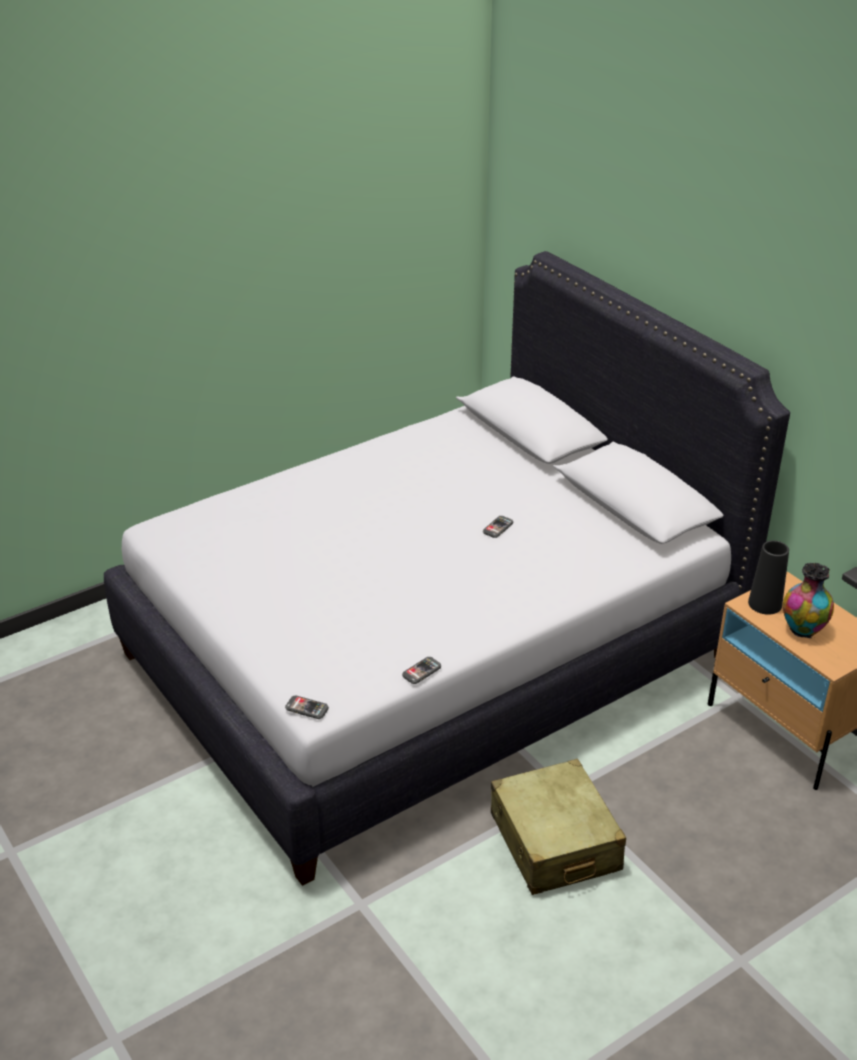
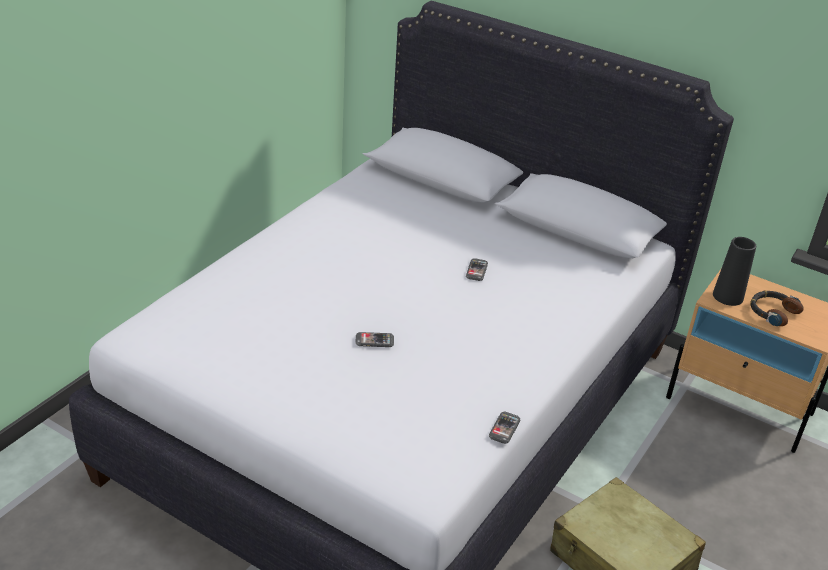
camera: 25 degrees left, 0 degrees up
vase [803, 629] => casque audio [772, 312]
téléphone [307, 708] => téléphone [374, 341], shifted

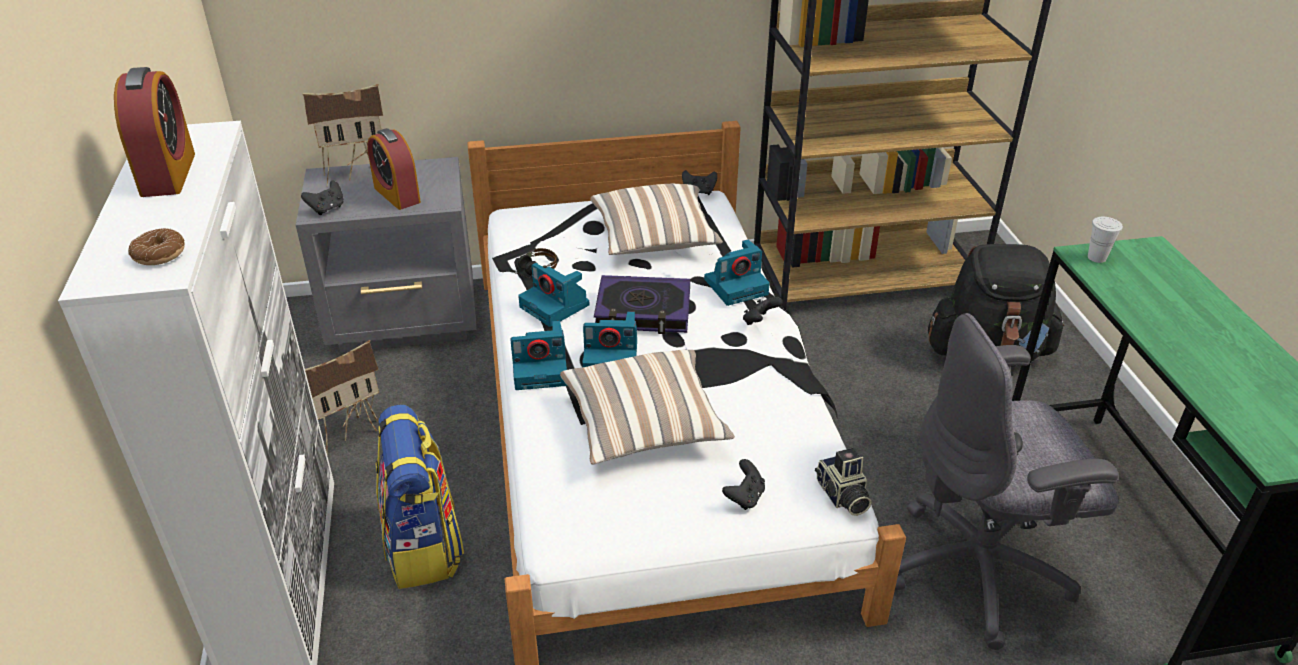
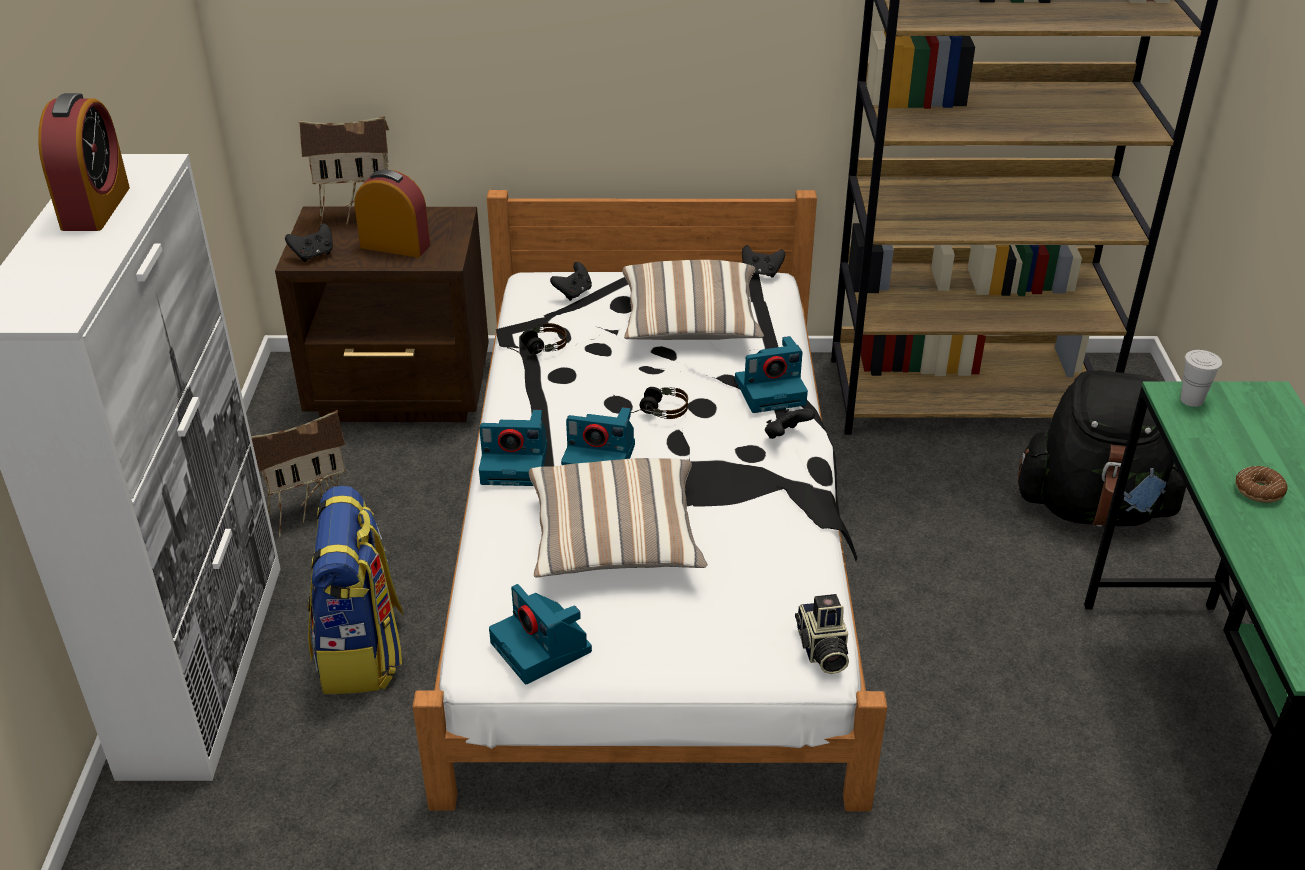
camera: 10 degrees right, 0 degrees up
réveil [397, 195] => réveil [395, 246], 135 degrees clockwise
table de chevet (gris) [406, 320] => table de chevet (marron) [403, 393]
beignet [159, 254] => beignet [1259, 491], shifted
appareil photo [556, 306] => appareil photo [543, 648], shifted
livre [643, 311] => casque audio [651, 409]
chaise de bureau (gris) [980, 571] => nothing
manette (noir) [744, 497] => manette (noir) [573, 293], shifted

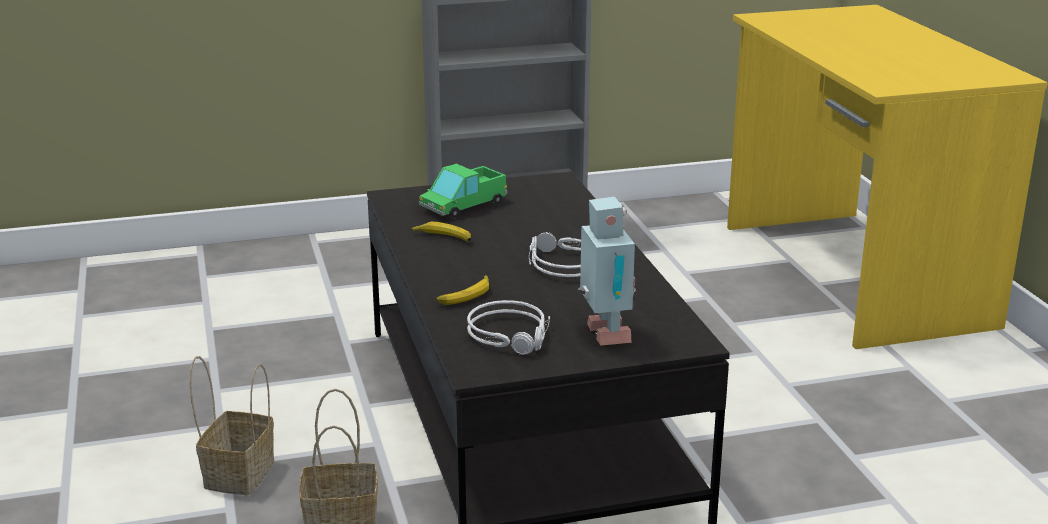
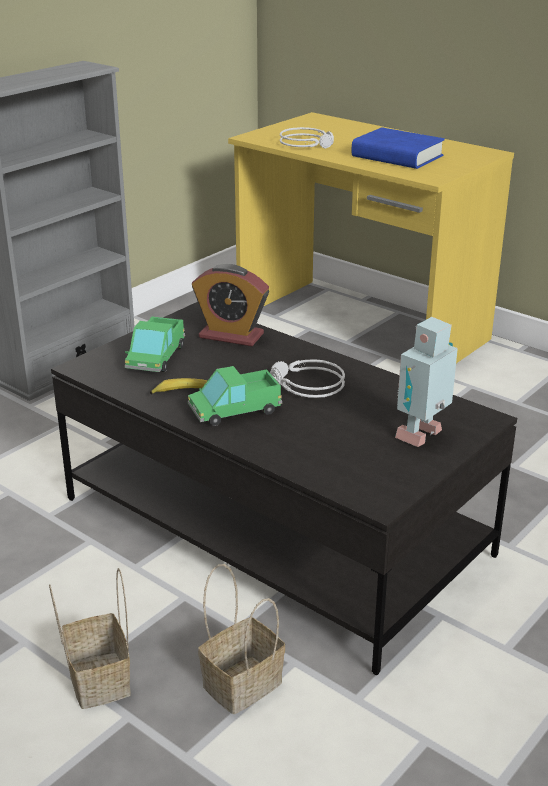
camera: 35 degrees left, 5 degrees up
robot jouet [604, 336] => robot jouet [423, 436], 90 degrees counterclockwise
banane [465, 296] => nothing
casque audio (gris) [513, 335] => casque audio (gris) [307, 144], shifted
nothing => livre (bleu) [397, 156]
nothing => réveil [231, 336]
nothing => camion jouet [235, 410]

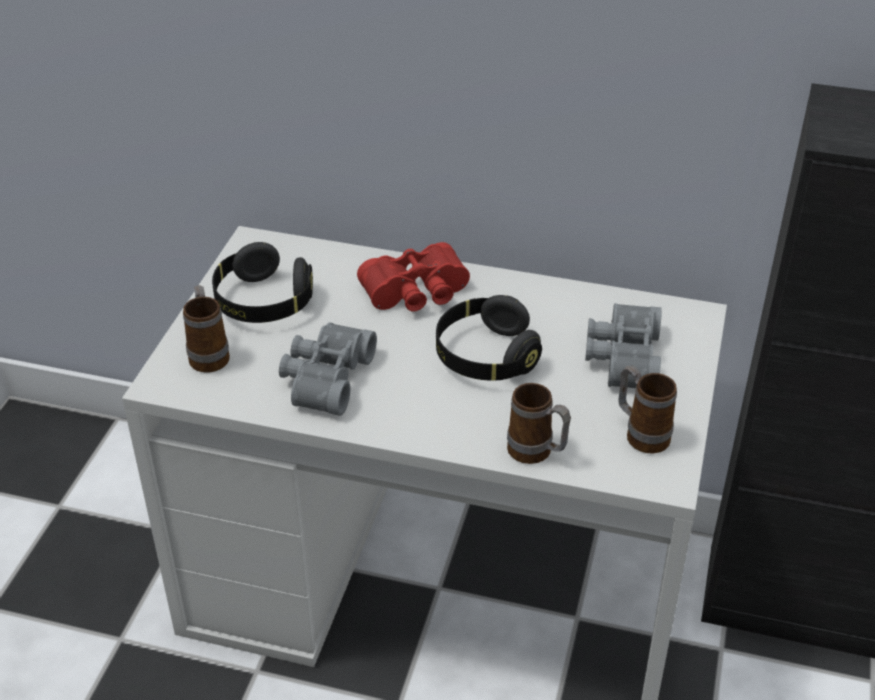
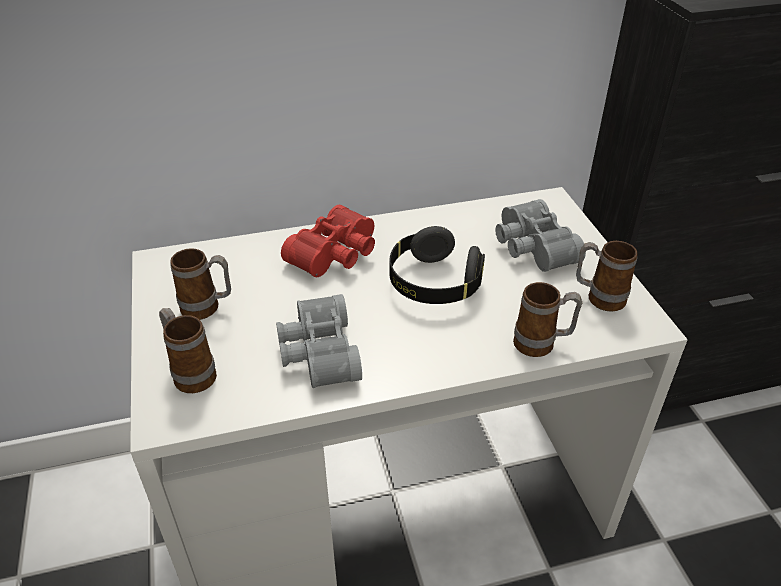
camera: 30 degrees left, 0 degrees up
casque audio (noir) [263, 303] => mug [208, 308]

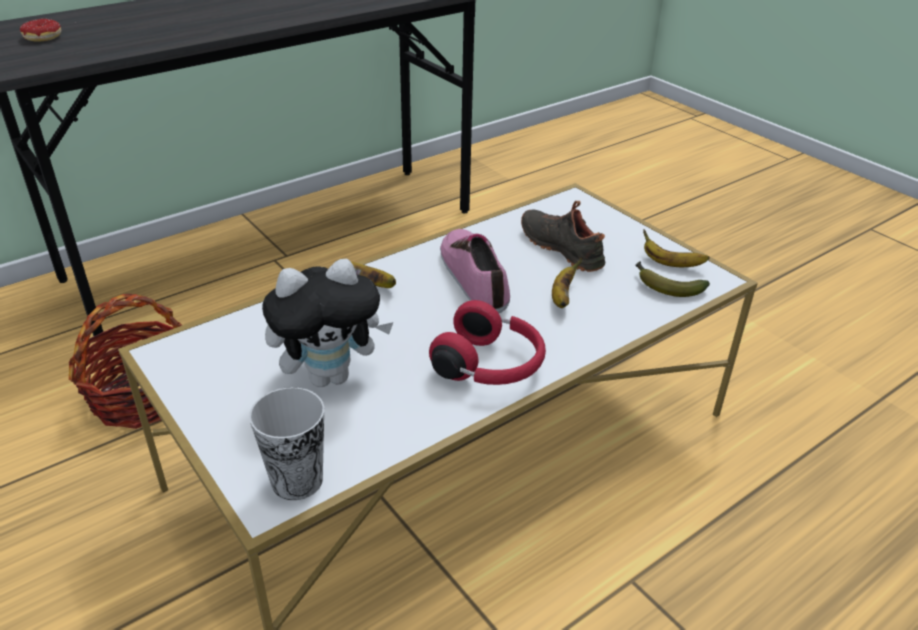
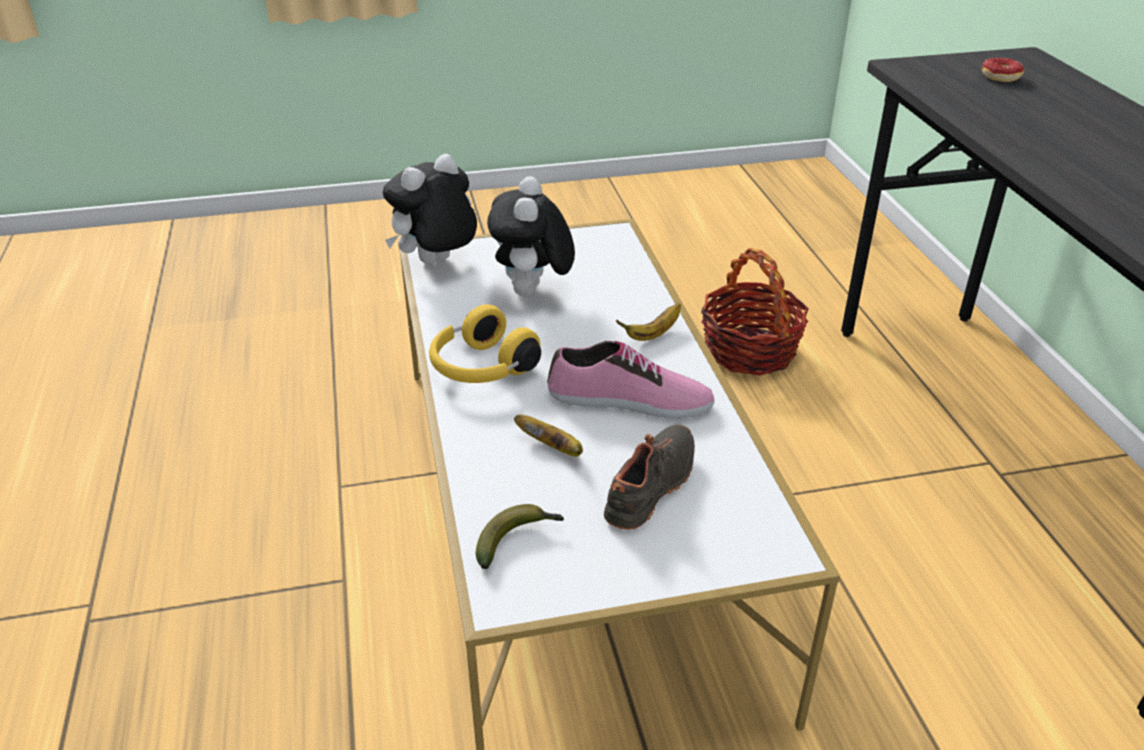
camera: 115 degrees right, 0 degrees up
chaussure (noir) [563, 248] => chaussure (noir) [653, 487], 45 degrees counterclockwise
banane [670, 264] => nothing
casque audio (rouge) [490, 366] => casque audio (jaune) [481, 368]
tasse [297, 480] => peluche [436, 263]

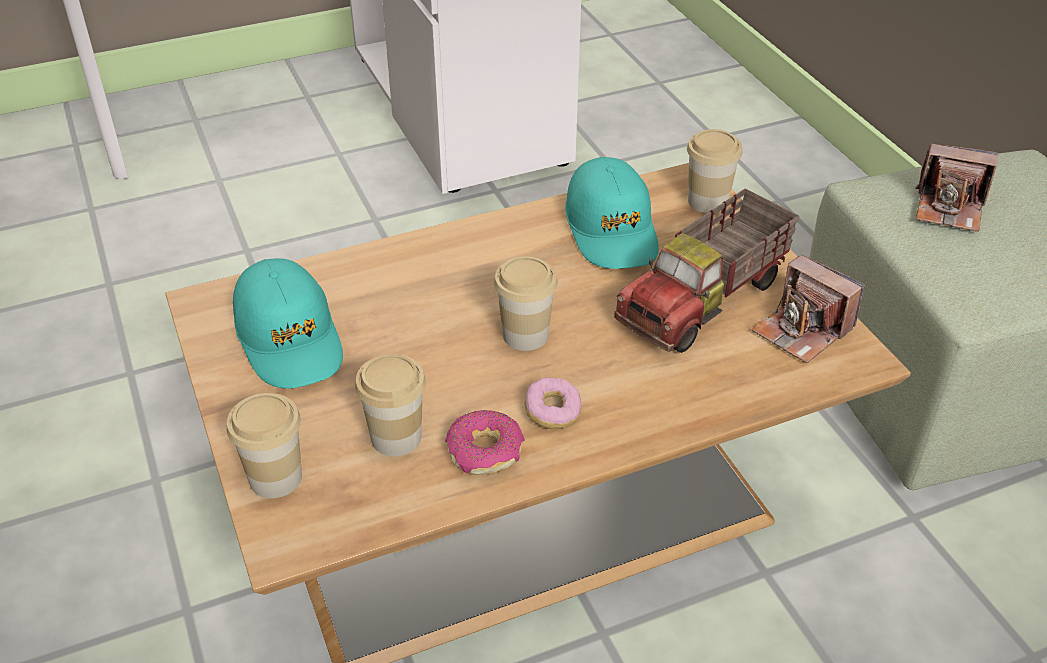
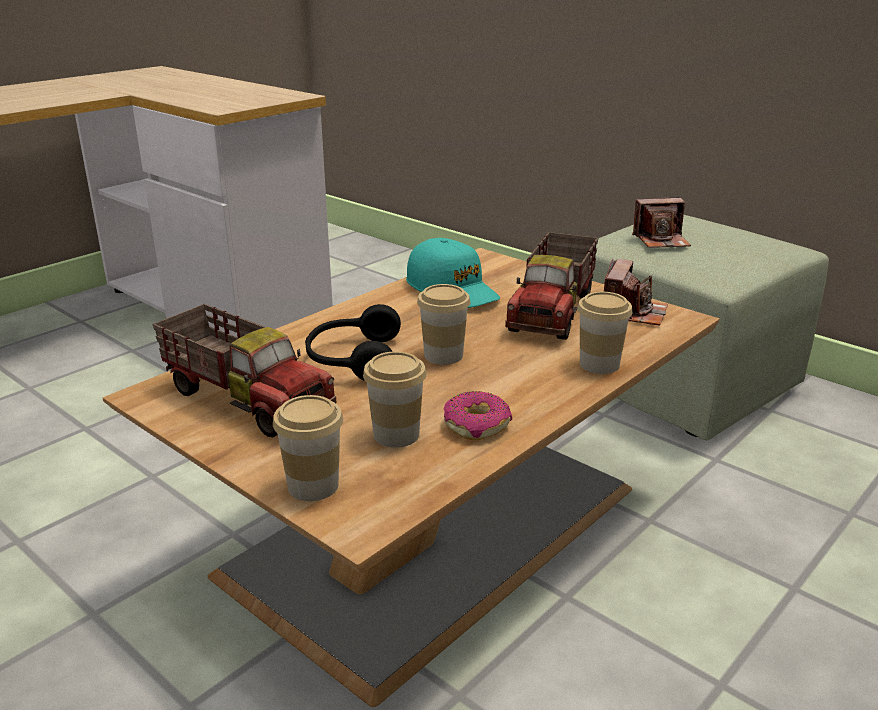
camera: 25 degrees left, 15 degrees down
tasse [707, 201] => tasse [599, 364], shifted
appareil photo [802, 330] => appareil photo [632, 313], 90 degrees counterclockwise
casquette (turquoise) [289, 338] => camion jouet [248, 399]
beignet [552, 413] => nothing
nothing => casque audio (noir) [352, 359]

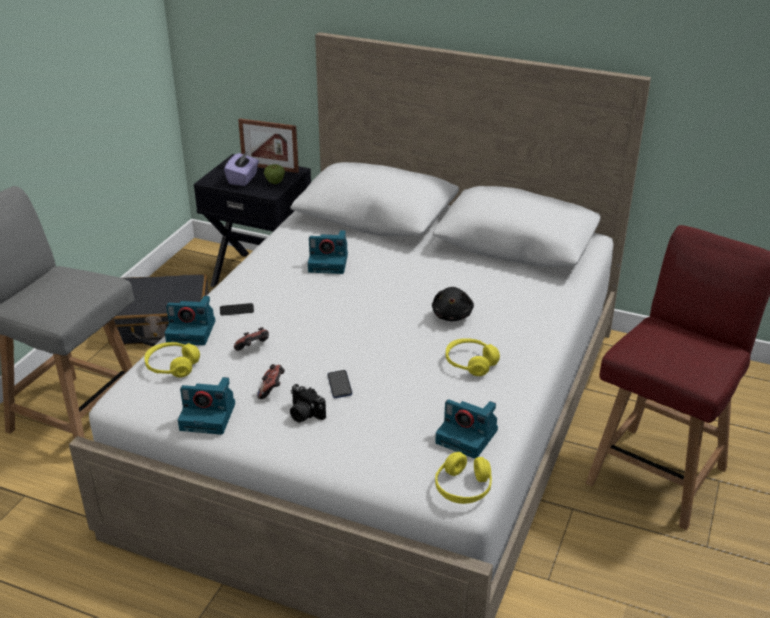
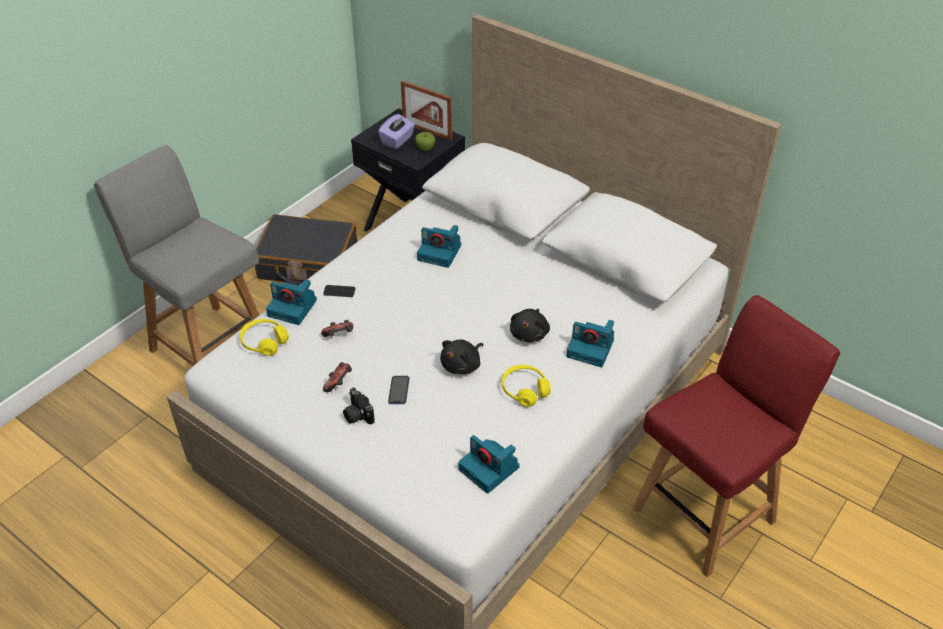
camera: 15 degrees right, 10 degrees up
appareil photo [209, 416] => appareil photo [591, 348], shifted
casque audio (jaune) [463, 487] => nothing
nothing => peluche (noir) [462, 365]

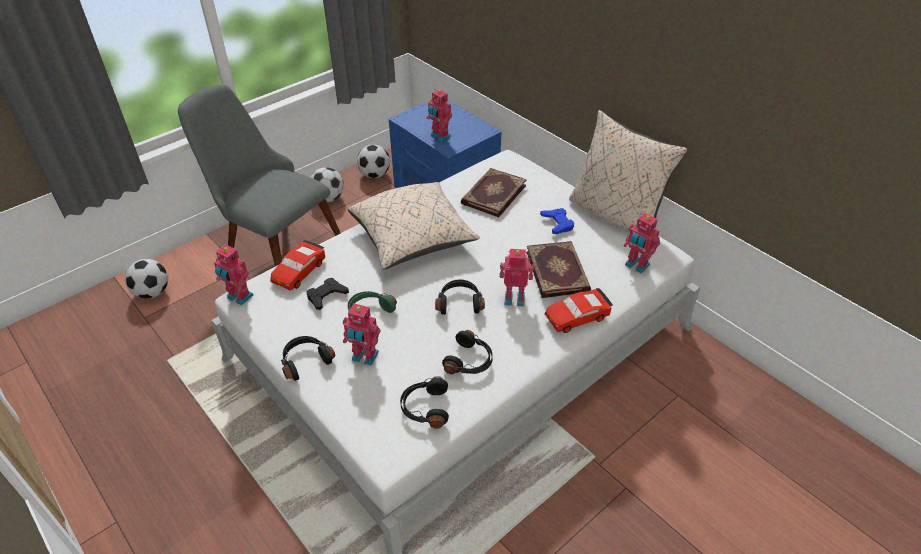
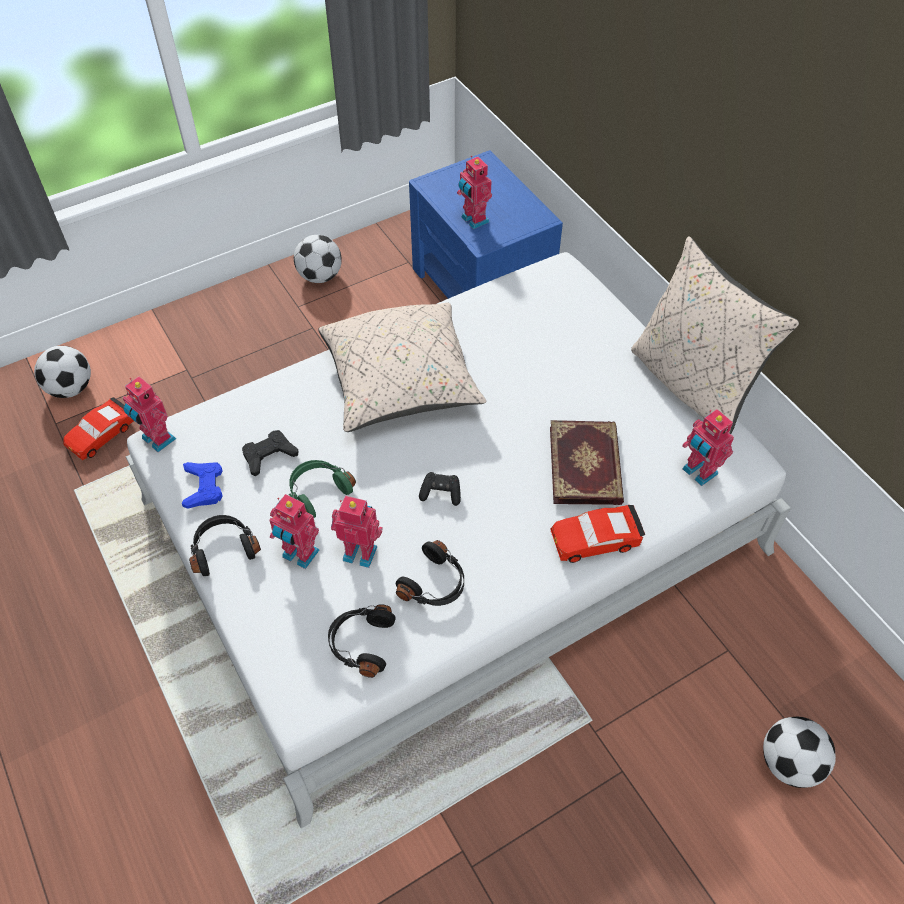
camera: 10 degrees right, 10 degrees up
chaise (gris) [274, 246] => nothing
ballon de foot [375, 174] => ballon de foot [789, 762], shifted
livre [493, 194] => nothing
manette (bleu) [557, 223] => manette (bleu) [204, 487], shifted
petite voiture (rouge) [299, 271] => petite voiture (rouge) [101, 434], shifted
robot jouet [514, 298] => robot jouet [361, 551], shifted
casque audio (noir) [459, 302] => manette (noir) [441, 493]

